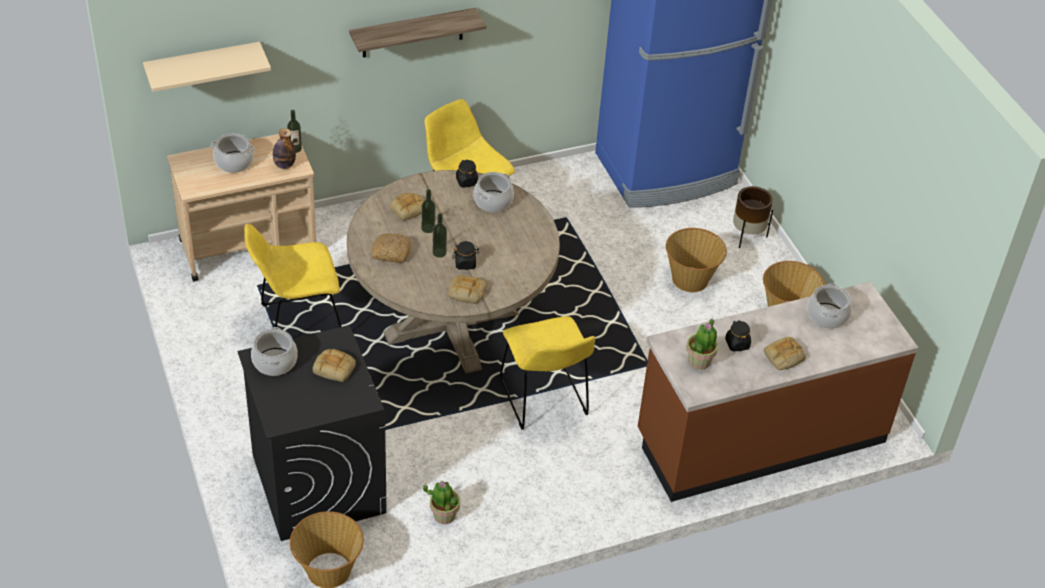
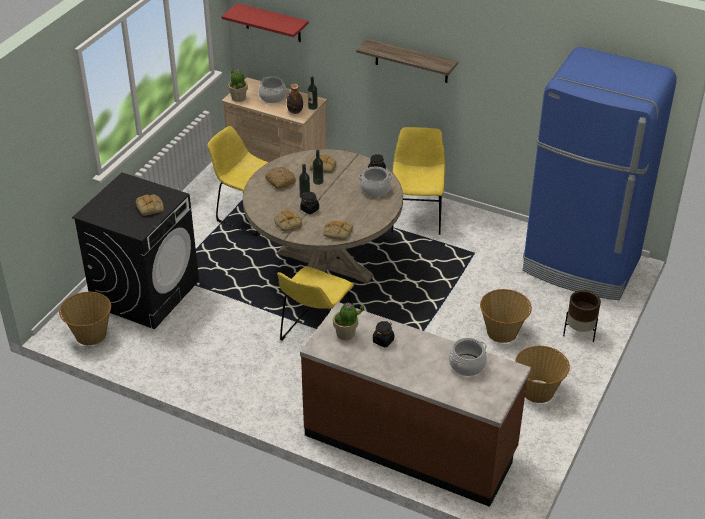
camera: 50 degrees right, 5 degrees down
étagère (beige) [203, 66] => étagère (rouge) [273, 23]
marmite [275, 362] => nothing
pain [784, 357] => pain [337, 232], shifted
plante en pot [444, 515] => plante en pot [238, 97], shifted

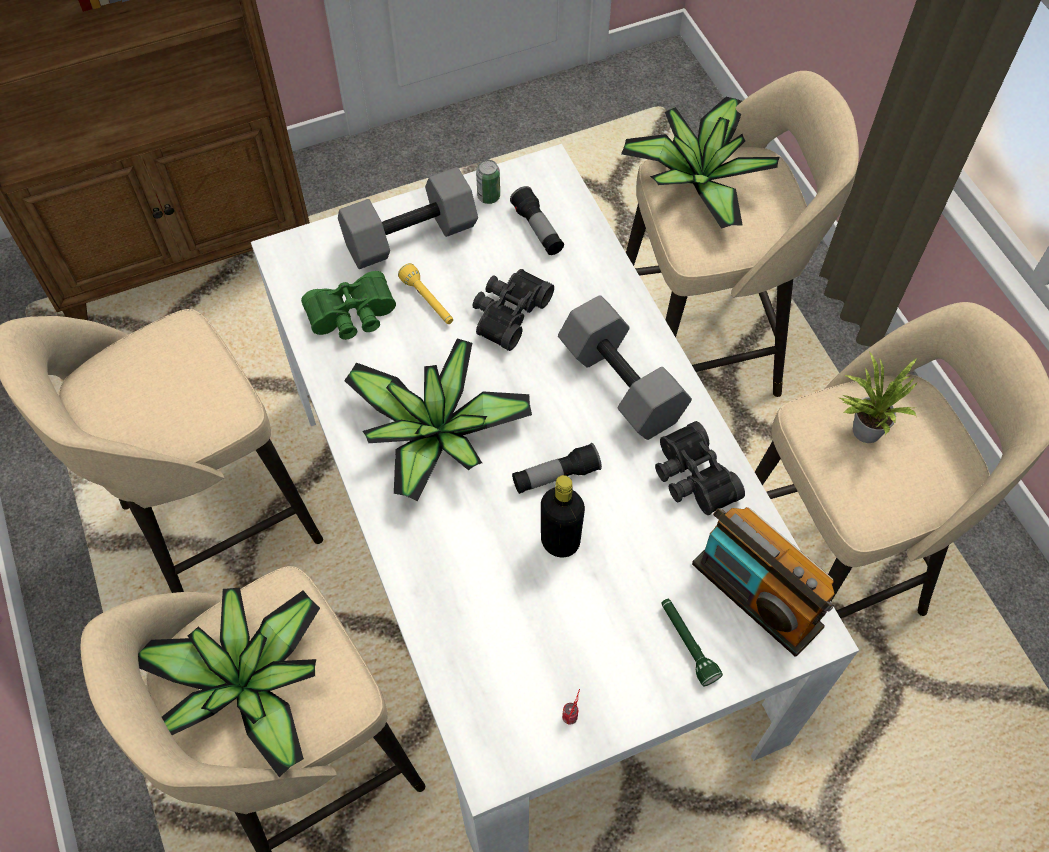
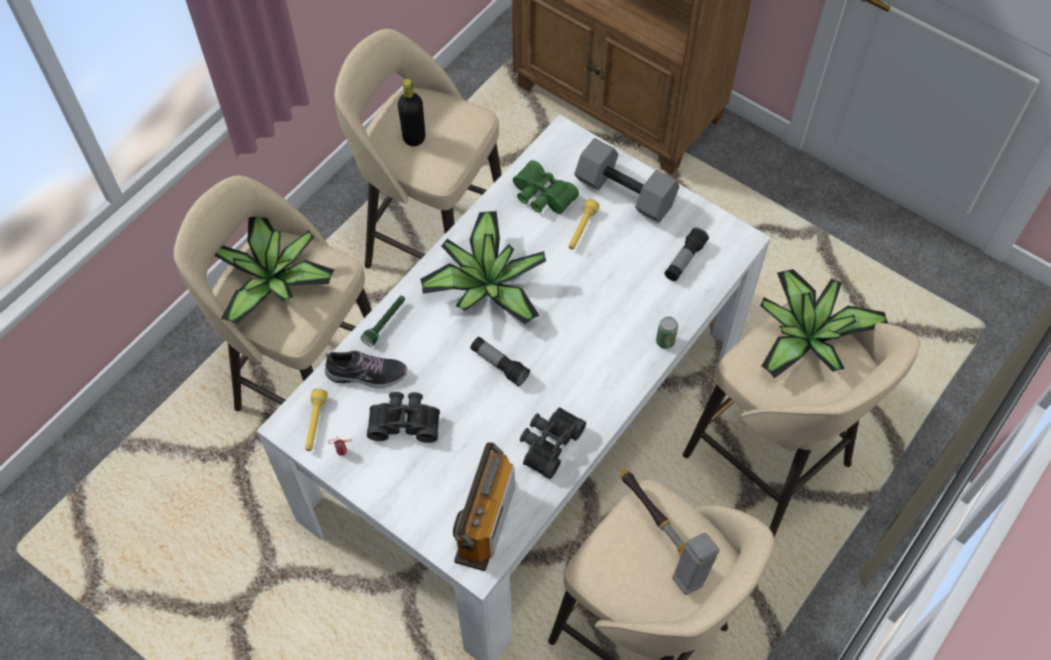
camera: 60 degrees right, 0 degrees up
boîte métallique [488, 196] => boîte métallique [665, 341], shifted
jumelles (noir) [507, 313] => jumelles (noir) [405, 421], shifted
haltère (gris) [624, 383] => nothing
plante en pot [863, 428] => marteau [662, 536]
bouteille (noir) [560, 542] => bouteille (noir) [414, 137], shifted
lampe de poche (vert) [687, 643] => lampe de poche (vert) [385, 323], shifted
nothing => chaussure [366, 374]
nothing => lampe de poche (jaune) [315, 424]

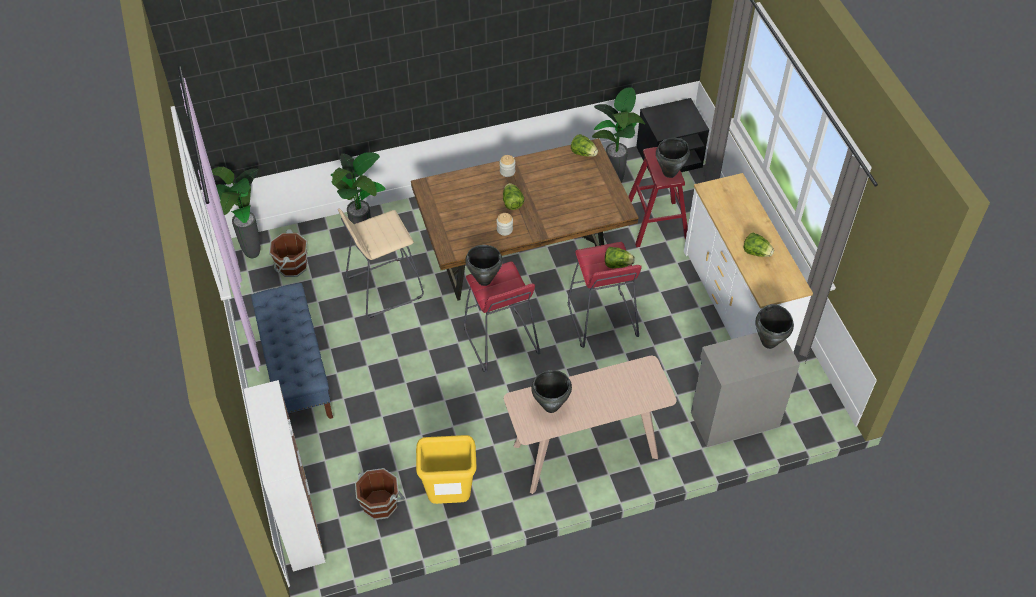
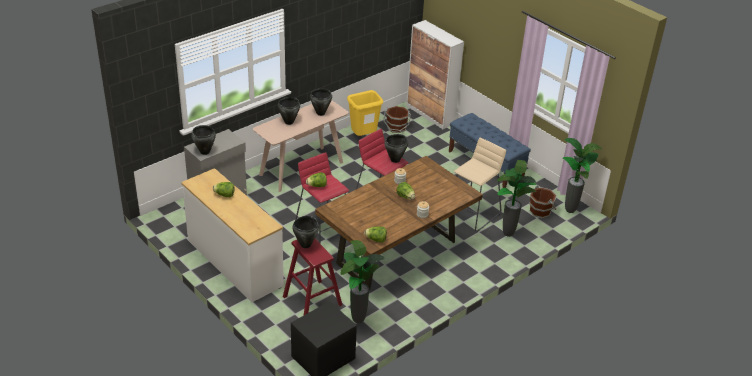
camera: 155 degrees right, 15 degrees down
nothing => marmite (noir) [288, 122]

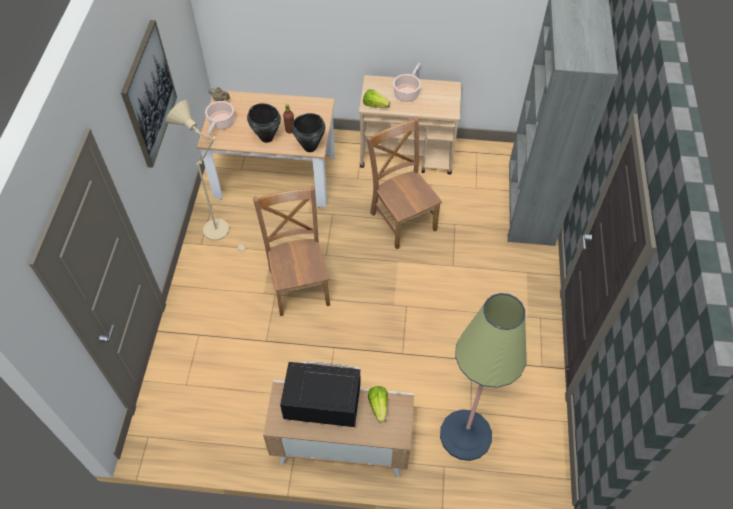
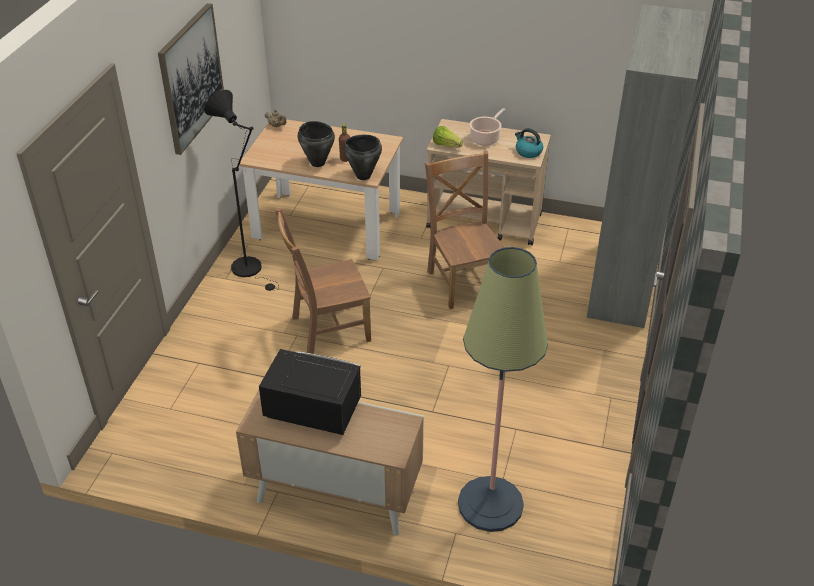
camera: 10 degrees right, 15 degrees down
lampadaire (beige) [221, 232] => lampadaire (noir) [251, 270]
marmite [221, 123] => nothing
chaise (marron) [299, 285] => chaise (marron) [327, 330], 105 degrees counterclockwise
laitue [378, 406] => nothing
nothing => bouilloire [528, 152]

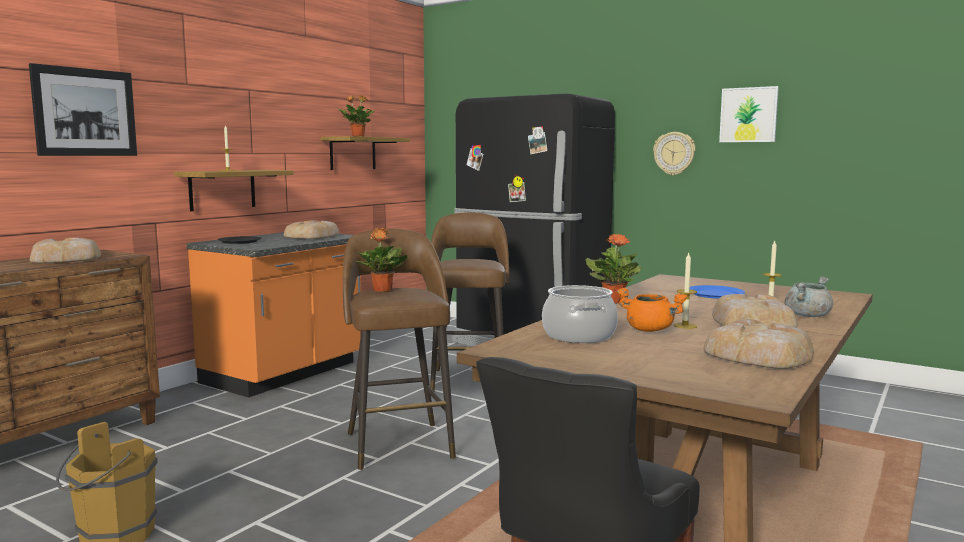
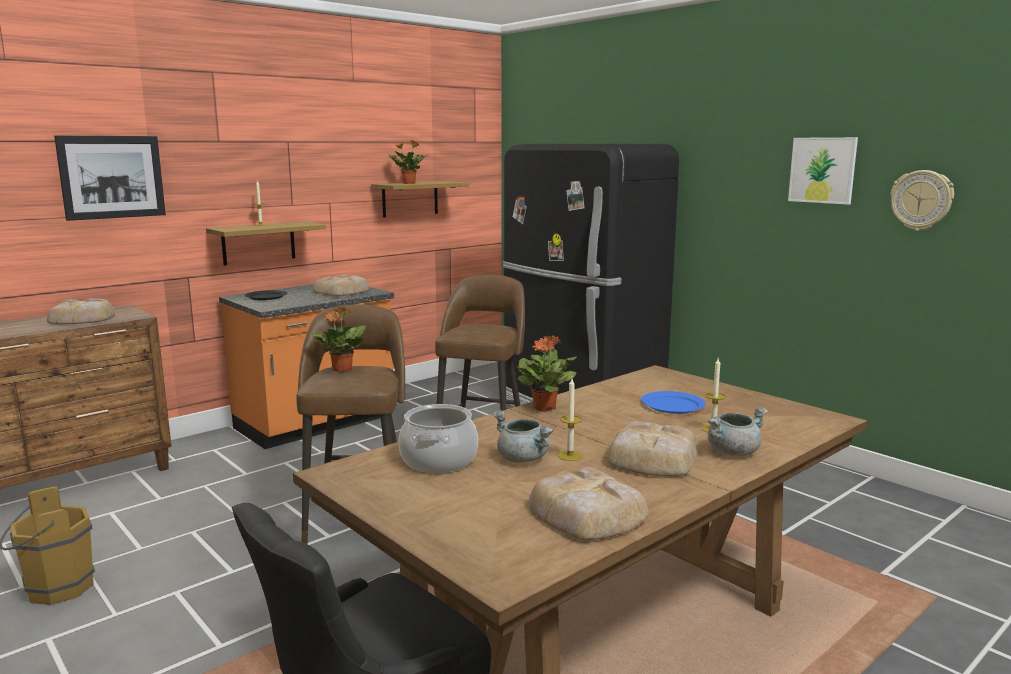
camera: 15 degrees right, 5 degrees up
horloge murale [674, 153] => horloge murale [921, 200], shifted
marmite (orange) [650, 330] => marmite (gris) [523, 459]

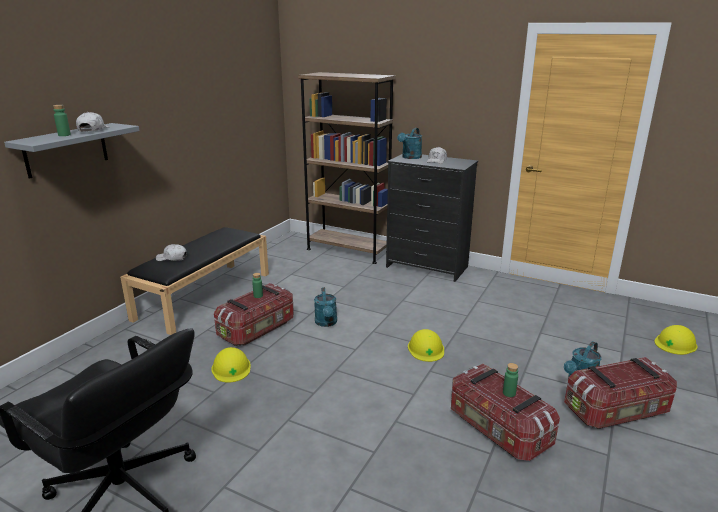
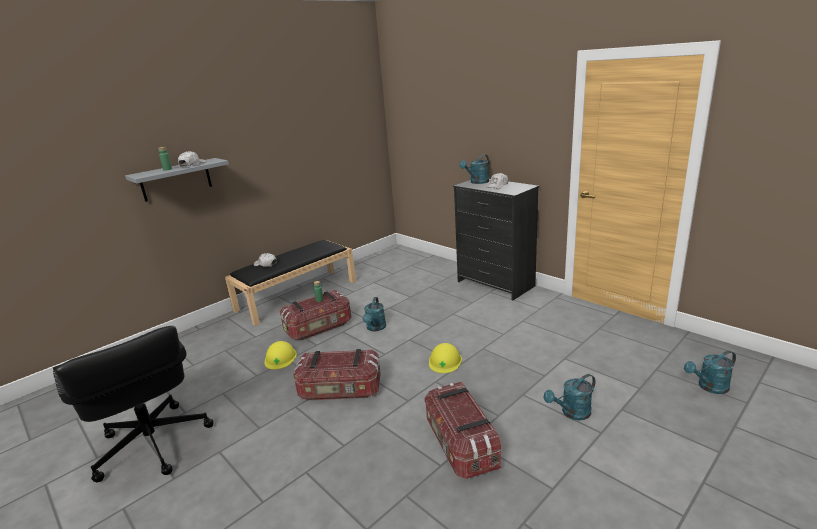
camera: 20 degrees right, 0 degrees up
bibliothèque (marron) [348, 250] => nothing
casque de chantier (jaune) [675, 343] => arrosoir (turquoise) [709, 387]
boîte de rangement [617, 411] => boîte de rangement [340, 390], shifted
bouteille (vert) [509, 393] => nothing

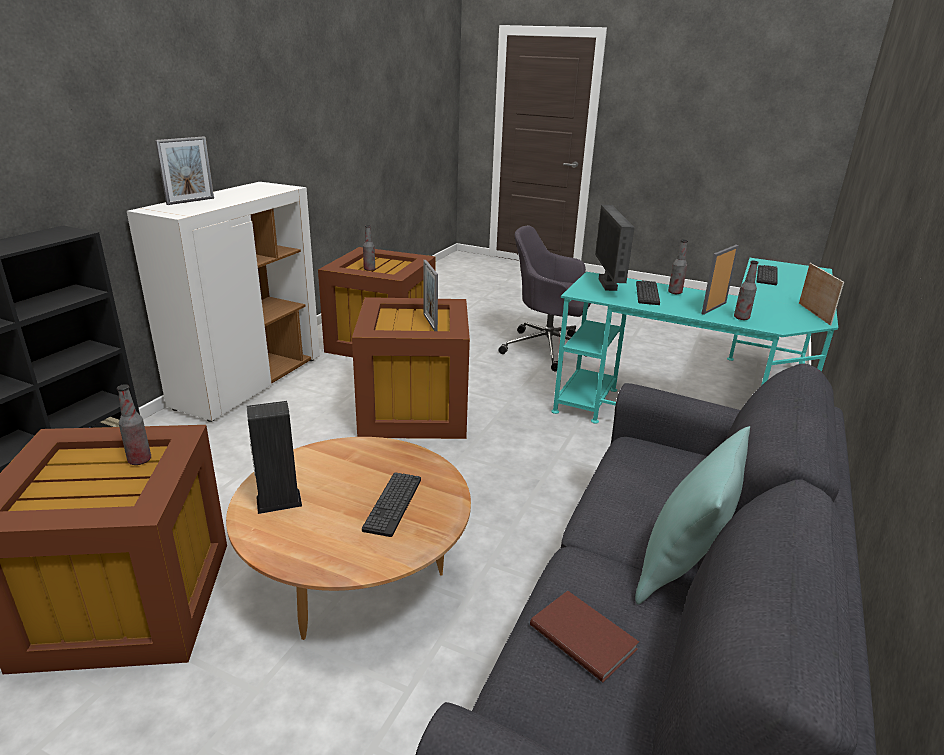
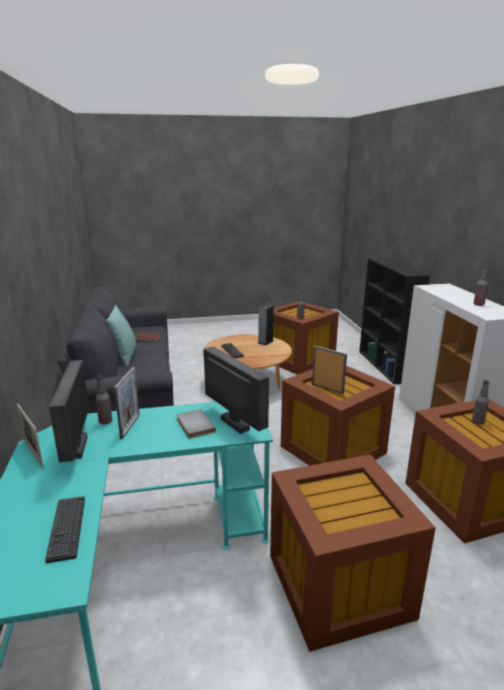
camera: 145 degrees right, 5 degrees down
cadre photo [190, 201] => nothing
chaise de bureau (gris) [548, 349] => boîte de rangement (marron) [341, 586]
bouteille [674, 292] => bouteille [478, 304], shifted
clavier [647, 293] => livre (gris) [194, 425]
nothing => écran d'ordinateur [76, 448]

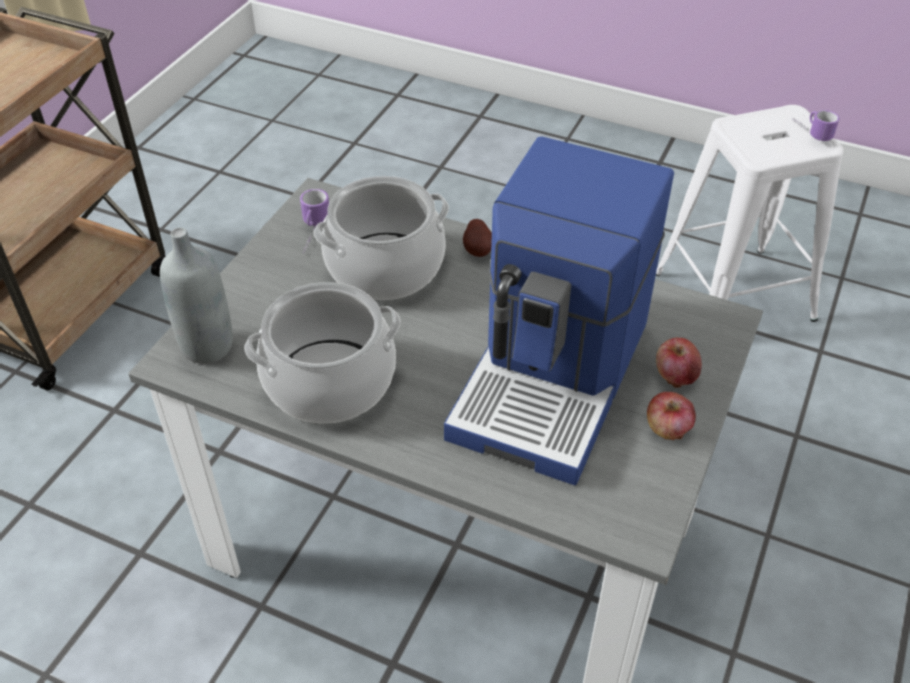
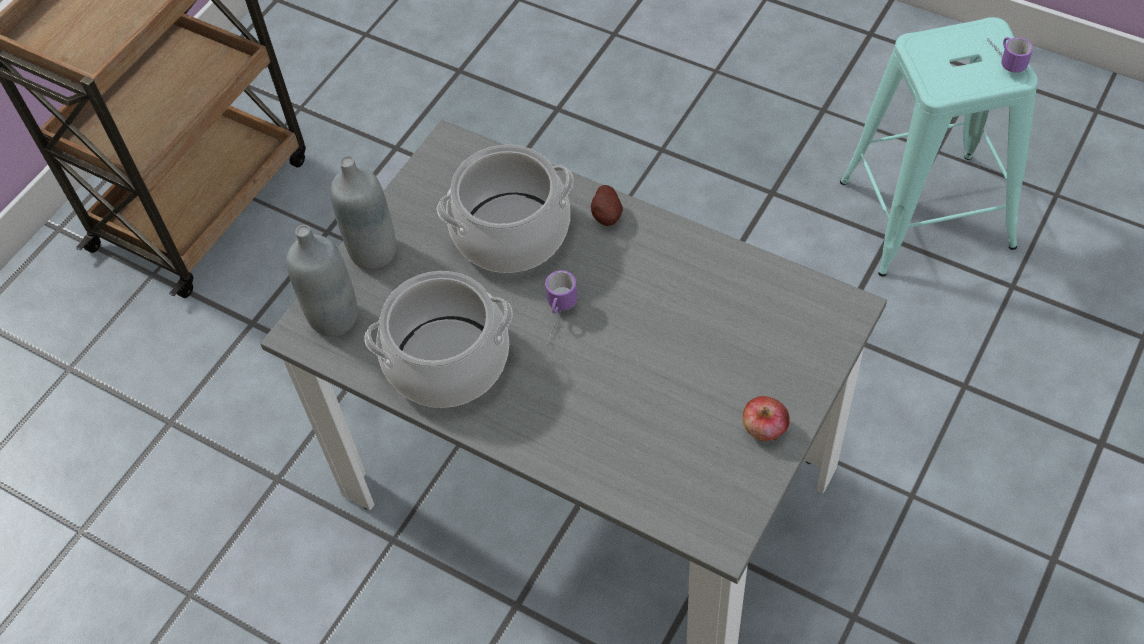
camera: 10 degrees right, 10 degrees up
tabouret (blanc) [733, 296] => tabouret (turquoise) [926, 214]
machine à café [554, 378] => nothing
mug [312, 235] => mug [557, 319], shifted
pomme [675, 375] => nothing
nothing => bouteille (gris) [373, 251]

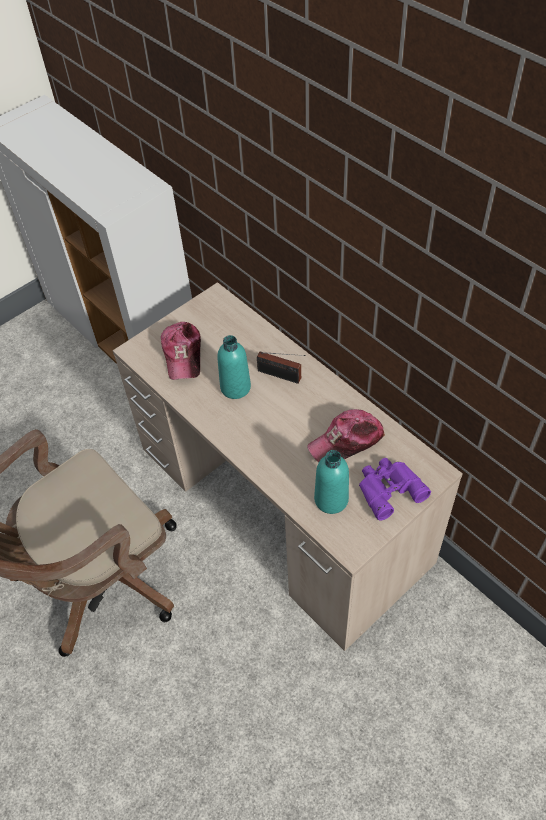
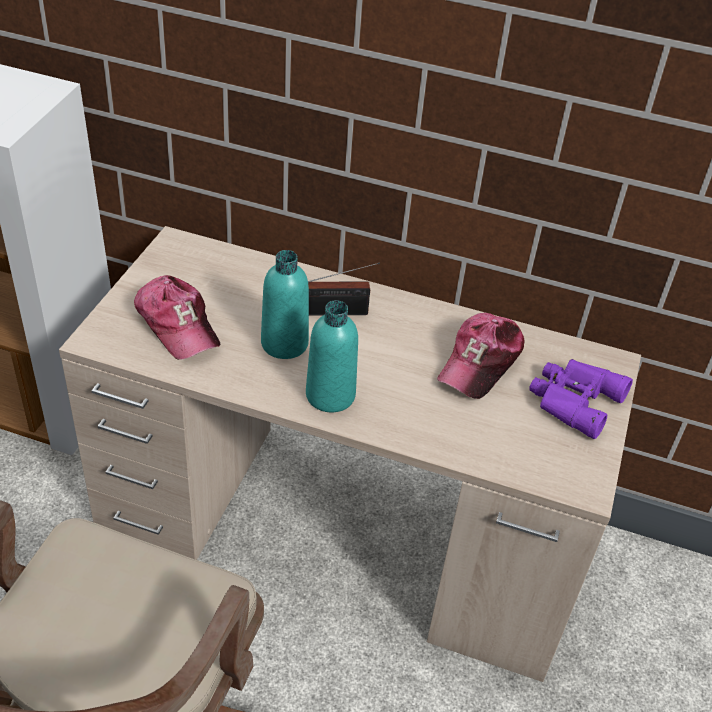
camera: 35 degrees left, 10 degrees down
bouteille (turquoise) [331, 499] => bouteille (turquoise) [330, 395], shifted

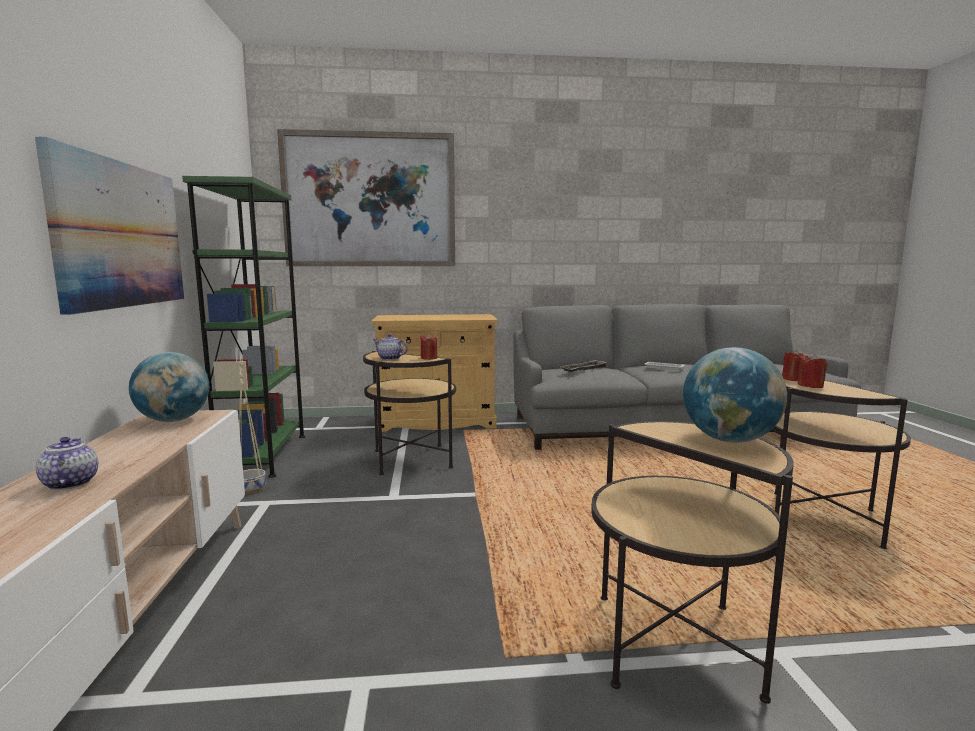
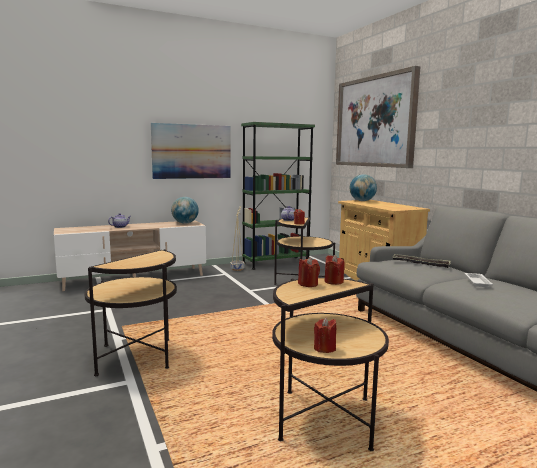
camera: 70 degrees right, 0 degrees up
globe [729, 440] => globe [362, 201], shifted
nothing => bougie (rouge) [324, 348]

